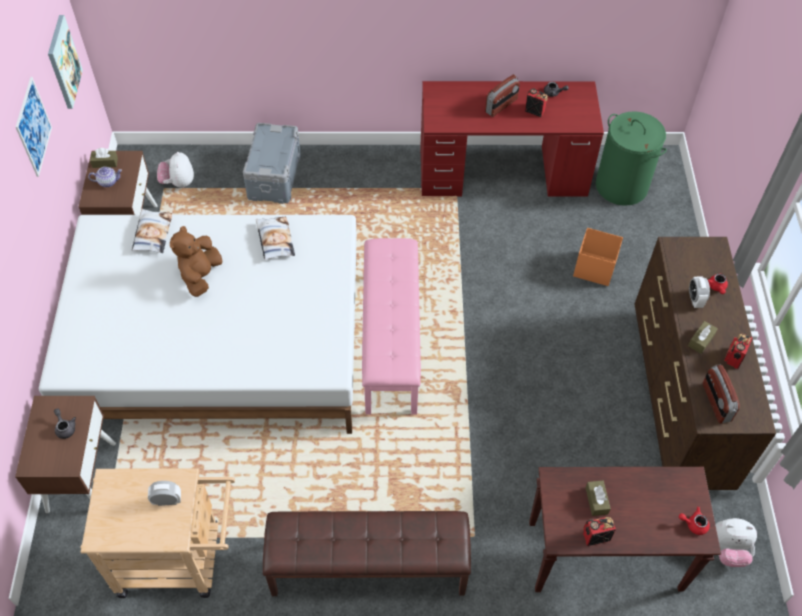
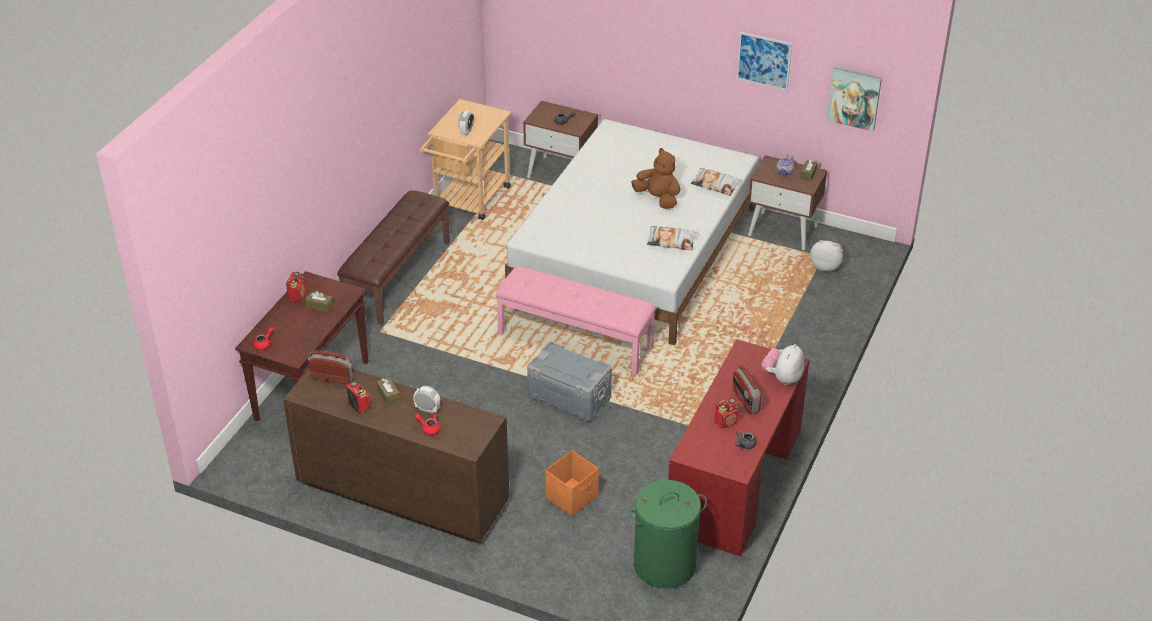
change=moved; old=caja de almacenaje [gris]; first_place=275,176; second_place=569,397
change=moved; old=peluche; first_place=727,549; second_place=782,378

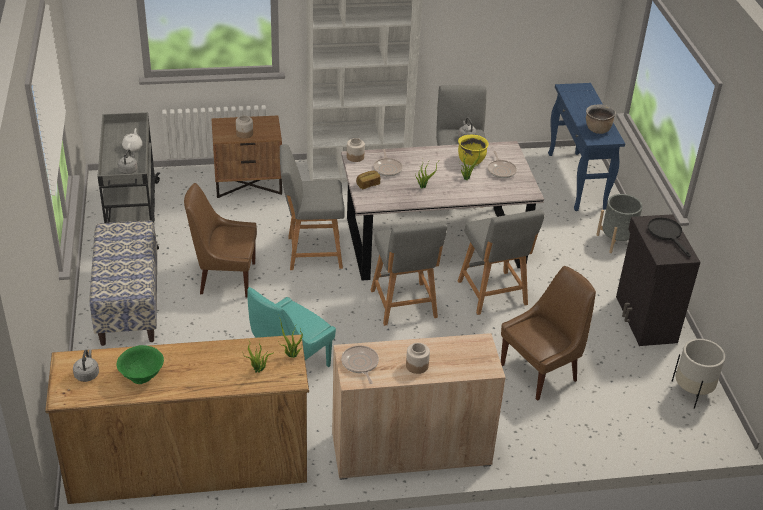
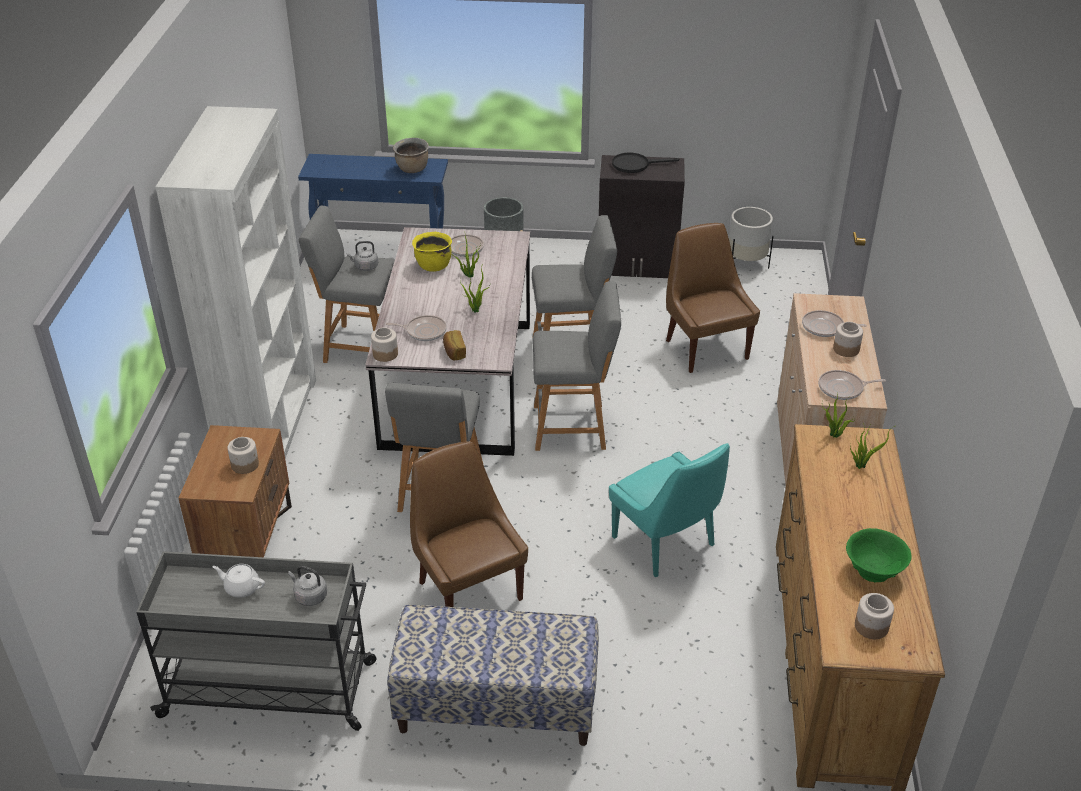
change=replaced; old=hervidor [gris]; new=tarro; first_place=87,374; second_place=871,626
change=turned; old=silla [marrón]; first_place=225,278; second_place=468,588; degrees=135
change=added; new=sartén; second_place=825,327

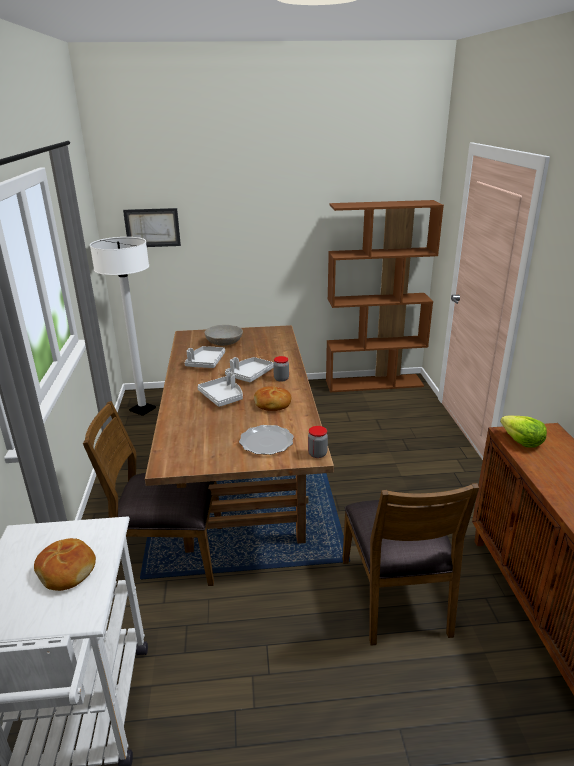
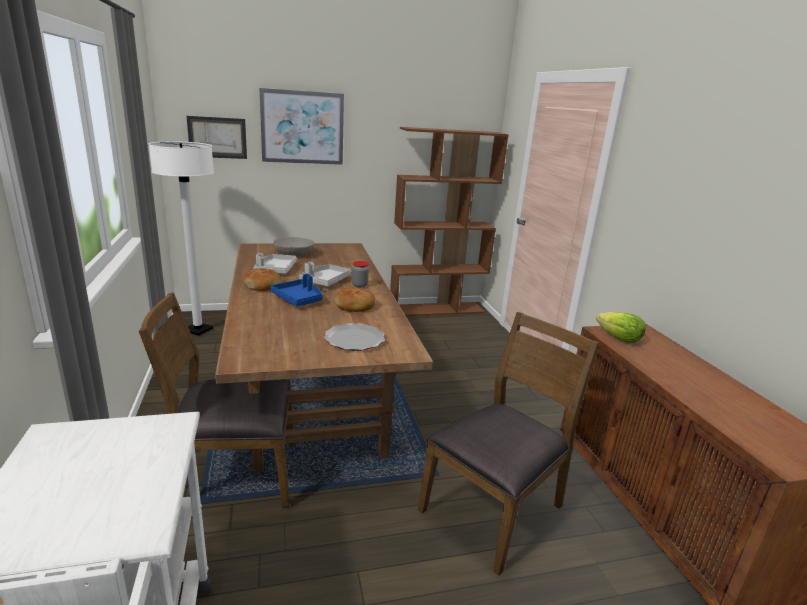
change=moved; old=pan; first_place=67,570; second_place=262,285
change=recoloured; old=bandeja [gris]; new=bandeja [azul]; first_place=222,397; second_place=299,299
change=removed; old=tarro; first_place=317,454
change=turned; old=silla [marrón]; first_place=396,596; second_place=494,509; degrees=-120
change=added; new=cuadro; second_place=302,127

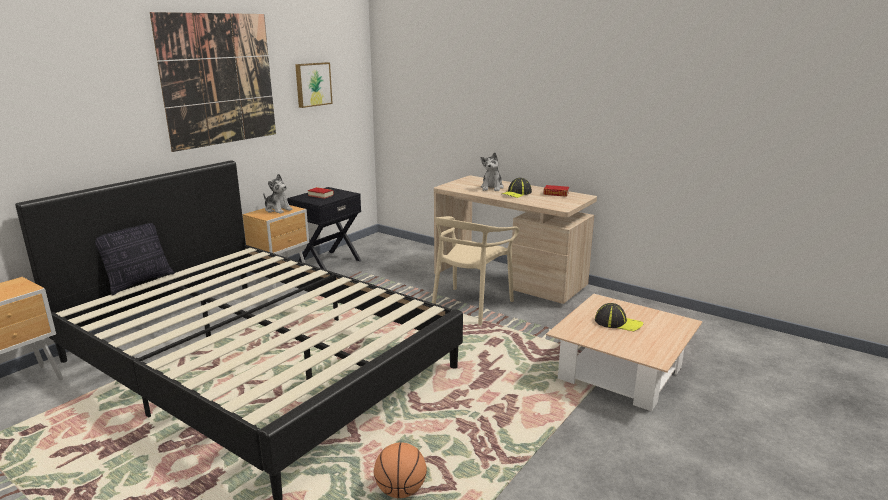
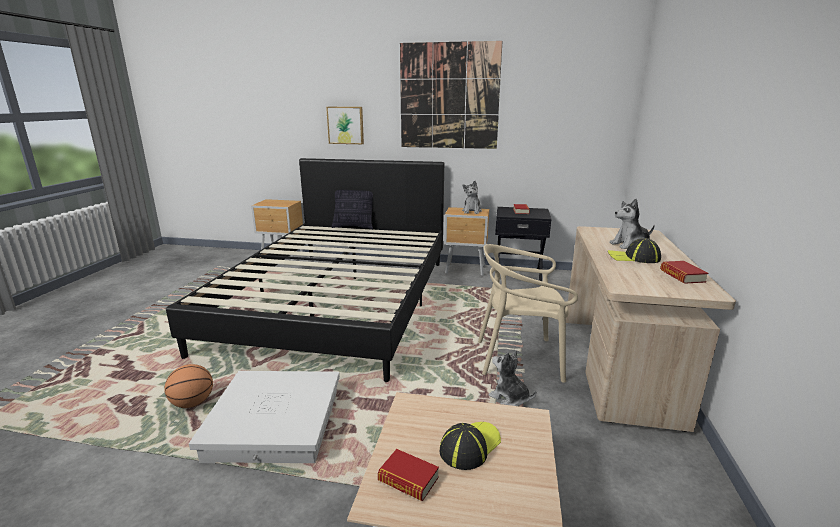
change=moved; old=cuadro; first_place=312,84; second_place=346,125
change=turned; old=gorra; first_place=618,323; second_place=469,446; degrees=-135
change=added; new=caja de almacenaje [blanco]; second_place=276,424
change=added; new=libro; second_place=408,479
change=added; new=peluche; second_place=509,398

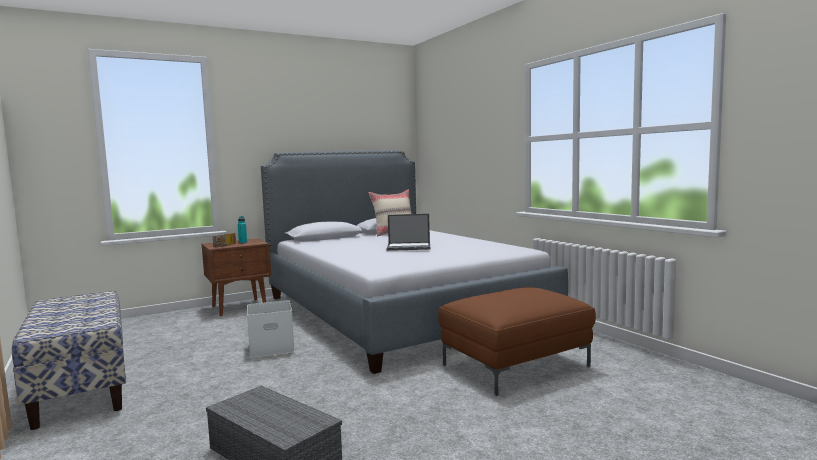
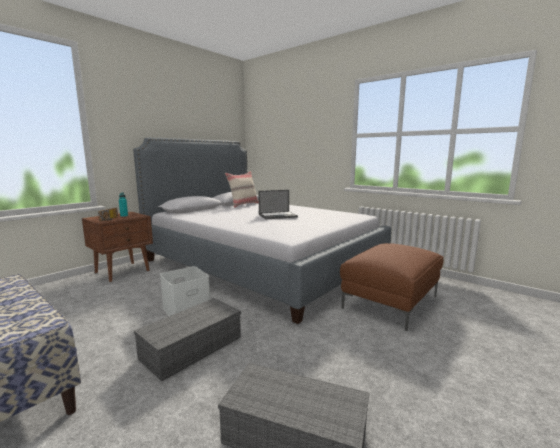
change=added; new=caja de almacenaje [gris]; second_place=192,346

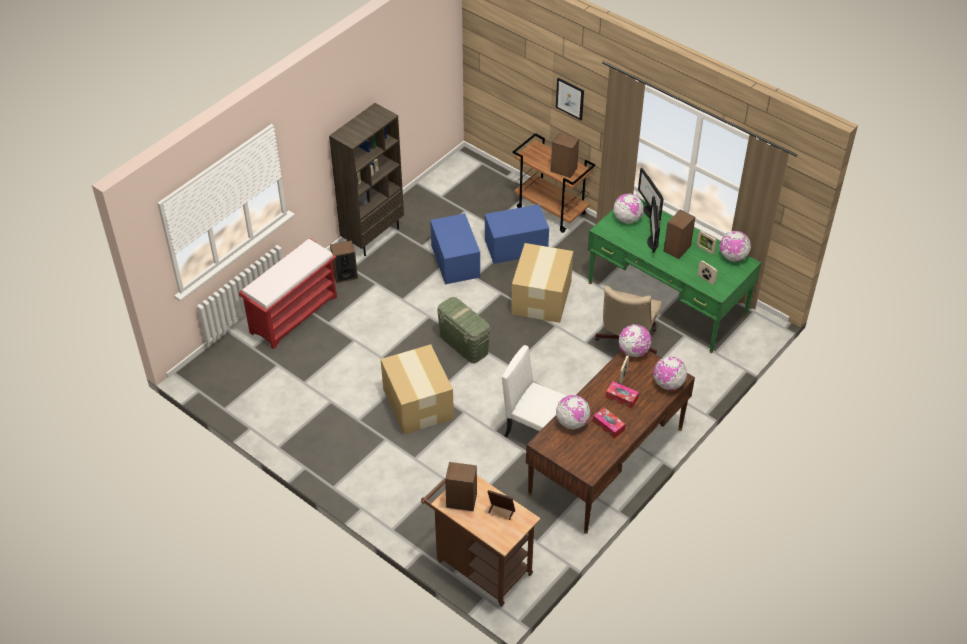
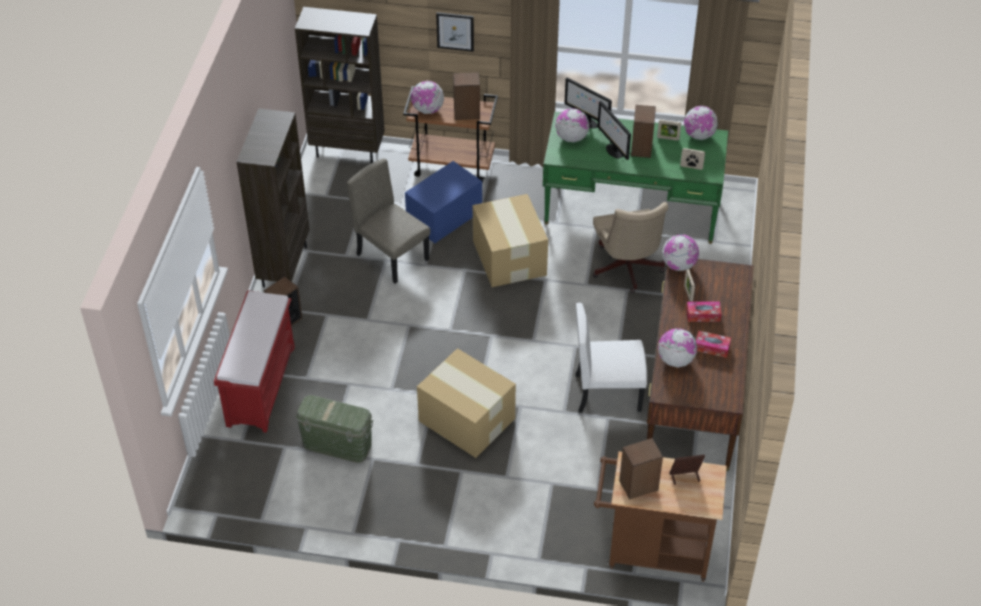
change=replaced; old=caja de almacenaje [azul]; new=silla [beis]; first_place=455,261; second_place=393,257
change=moved; old=caja de almacenaje [verde]; first_place=463,344; second_place=337,445
change=moved; old=globo terráqueo; first_place=668,384; second_place=427,110
change=added; new=estantería [marrón]; second_place=348,150

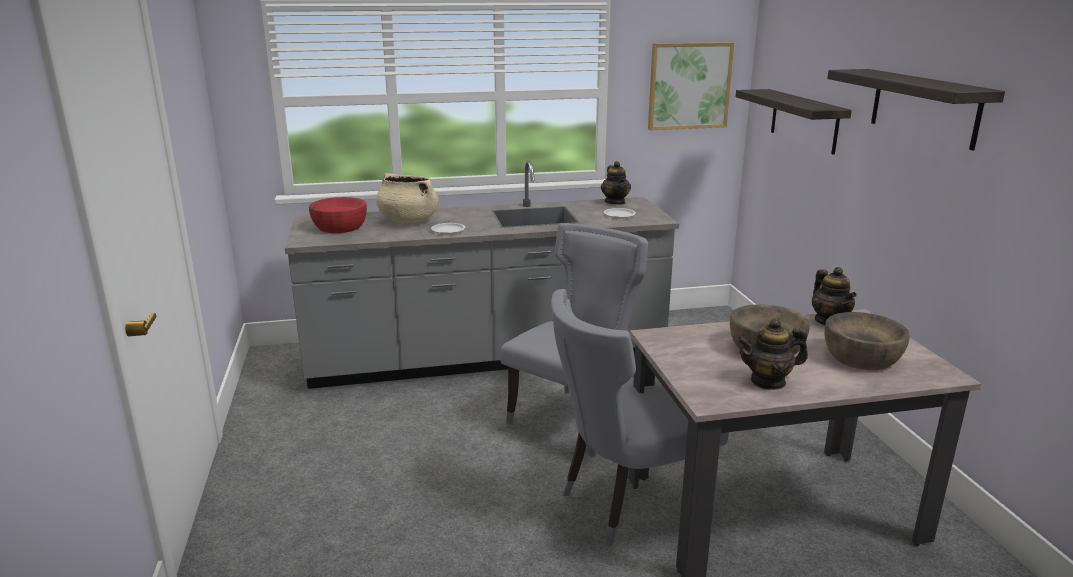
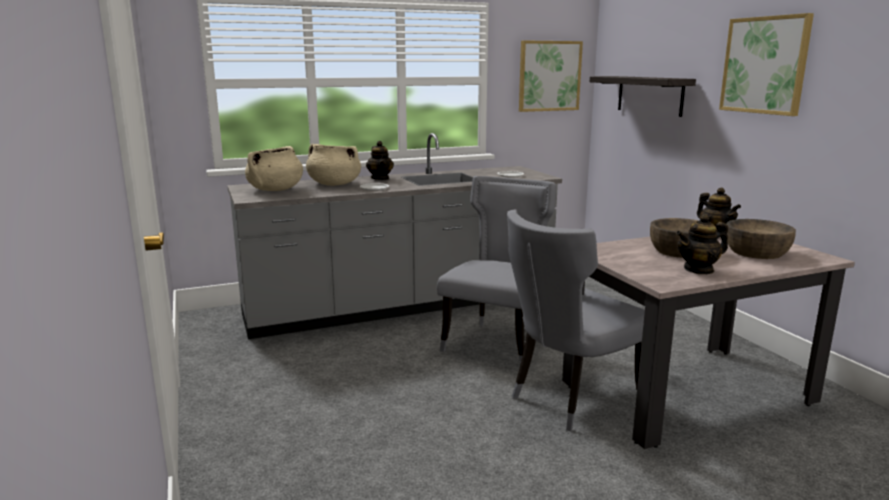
change=replaced; old=cuenco [rojo]; new=olla [beis]; first_place=340,227; second_place=275,190
change=moved; old=tetera; first_place=615,202; second_place=380,178
change=replaced; old=estante; new=cuadro; first_place=924,107; second_place=765,65

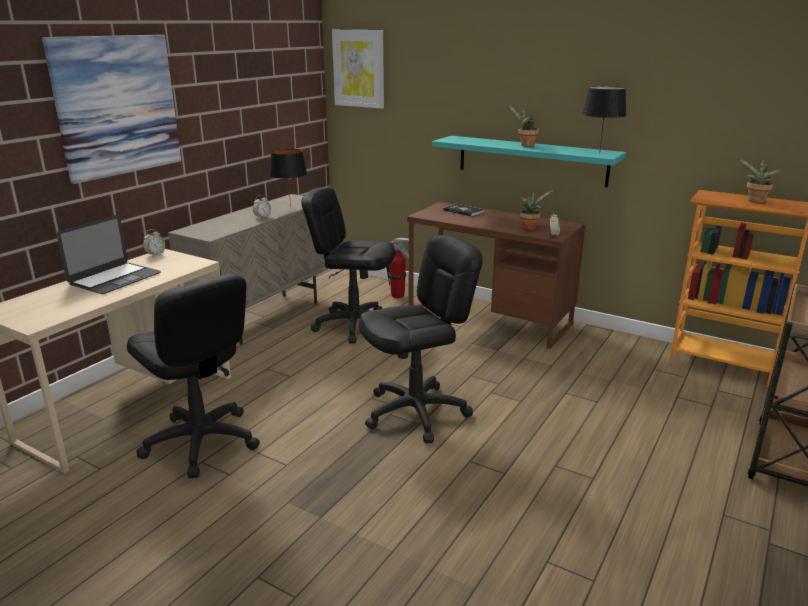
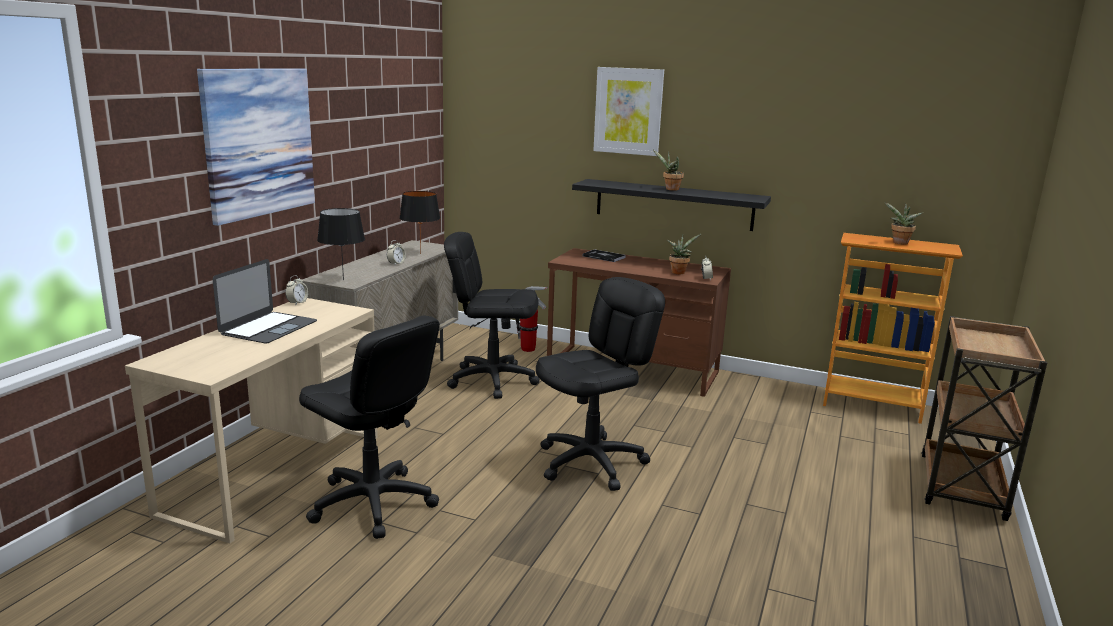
change=moved; old=cuadro; first_place=359,68; second_place=628,111
change=recoloured; old=estante [turquesa]; new=estante [negro]; first_place=531,160; second_place=673,204
change=moved; old=lámpara de mesa [negro]; first_place=599,153; second_place=343,280

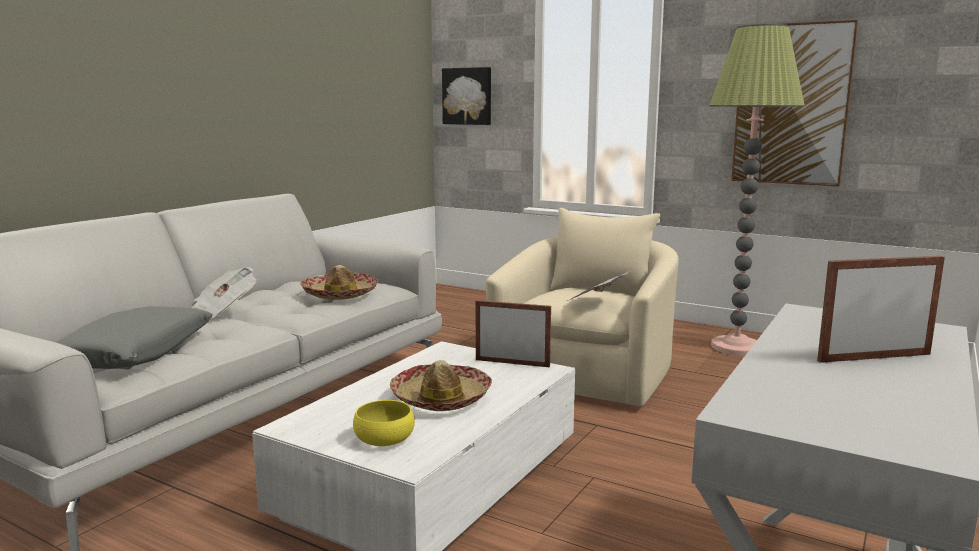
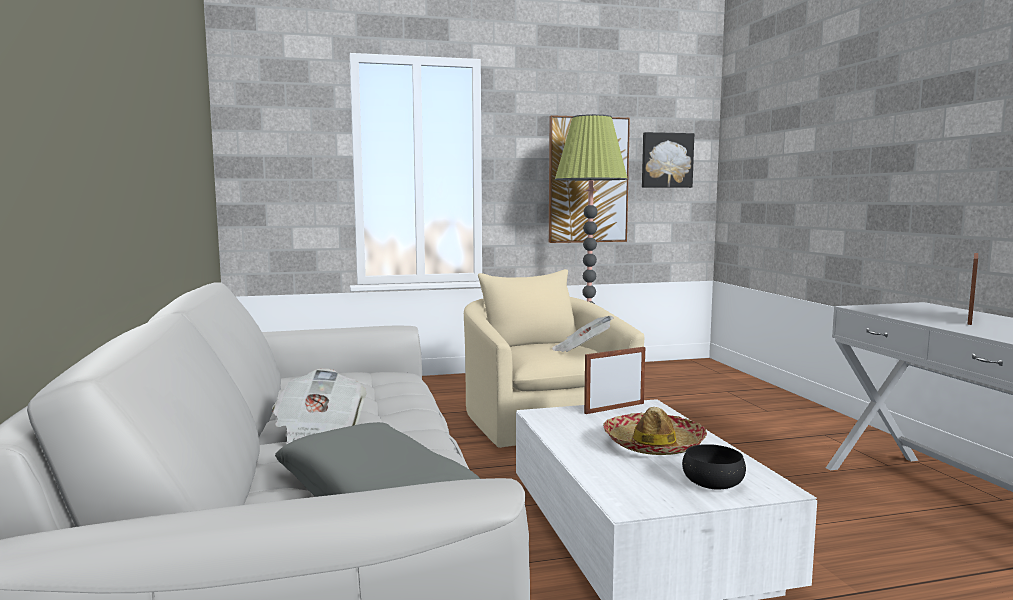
change=removed; old=sombrero; first_place=340,294
change=recoloured; old=cuenco [amarillo]; new=cuenco [negro]; first_place=384,439; second_place=712,483
change=moved; old=cuadro; first_place=467,96; second_place=666,160

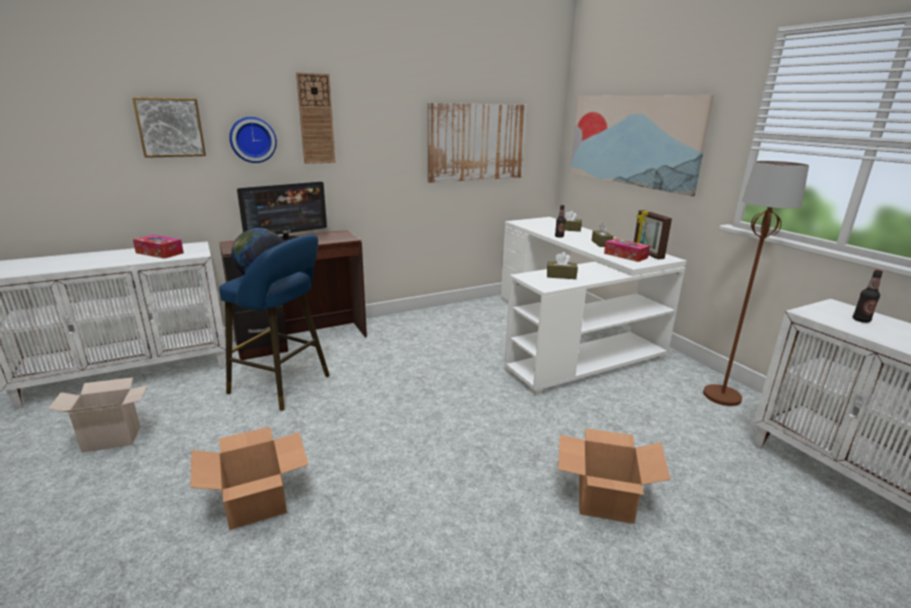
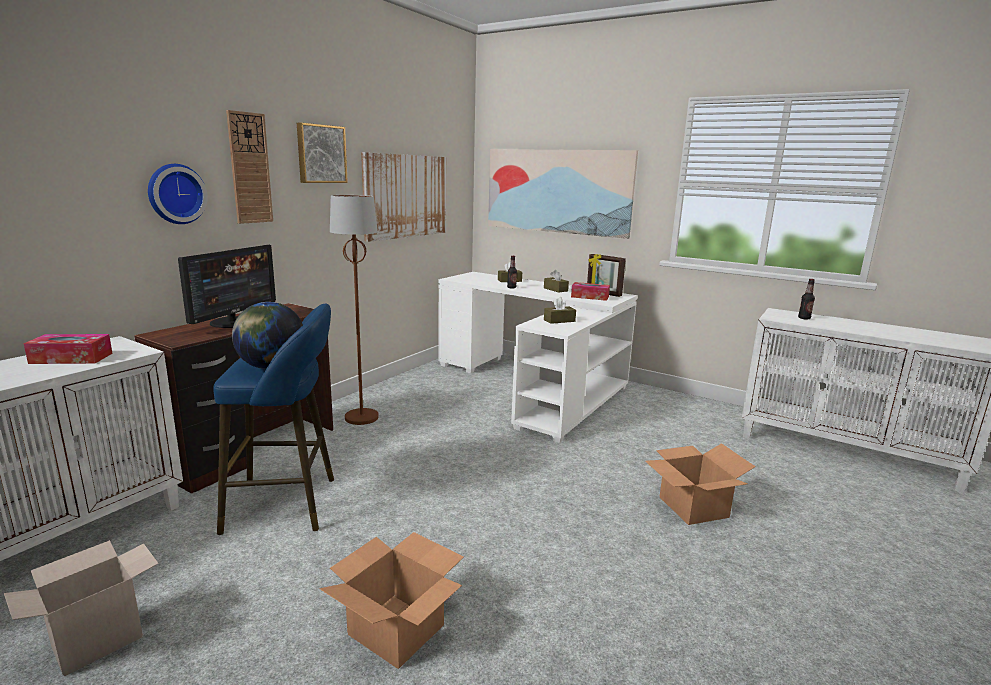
change=moved; old=cuadro; first_place=170,127; second_place=321,154
change=moved; old=lámpara de pie [marrón]; first_place=721,396; second_place=361,417

